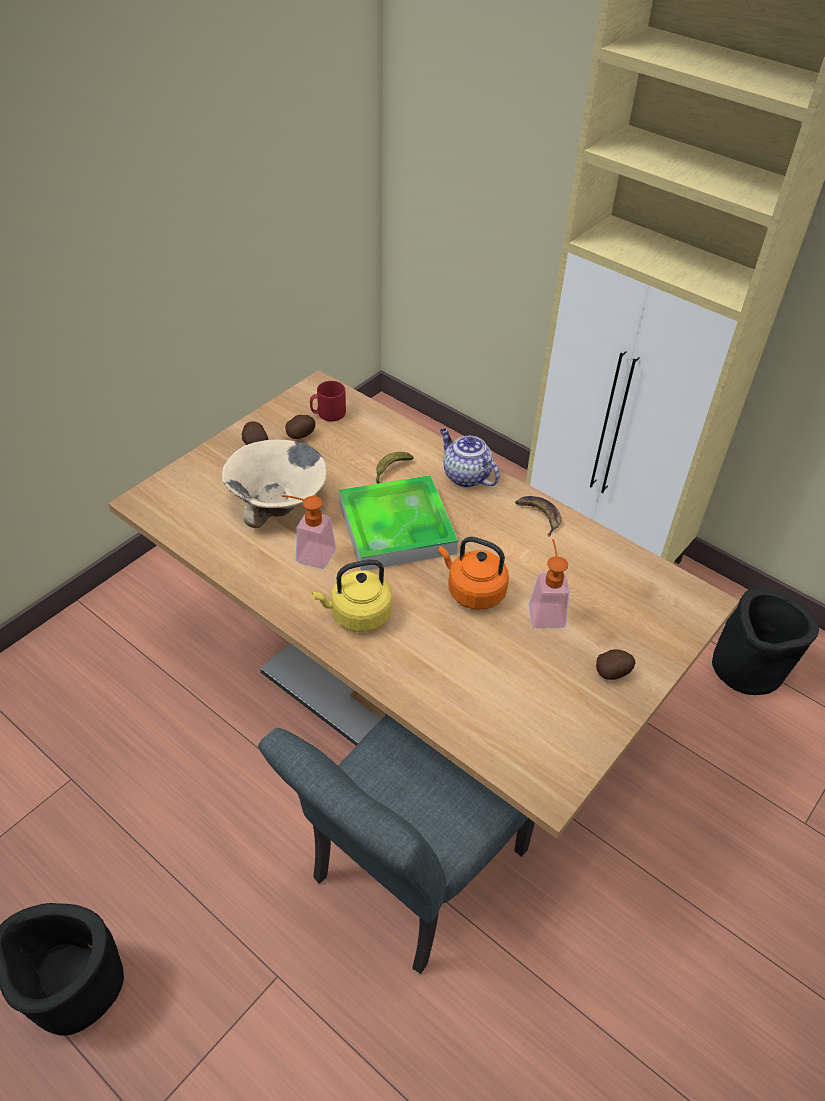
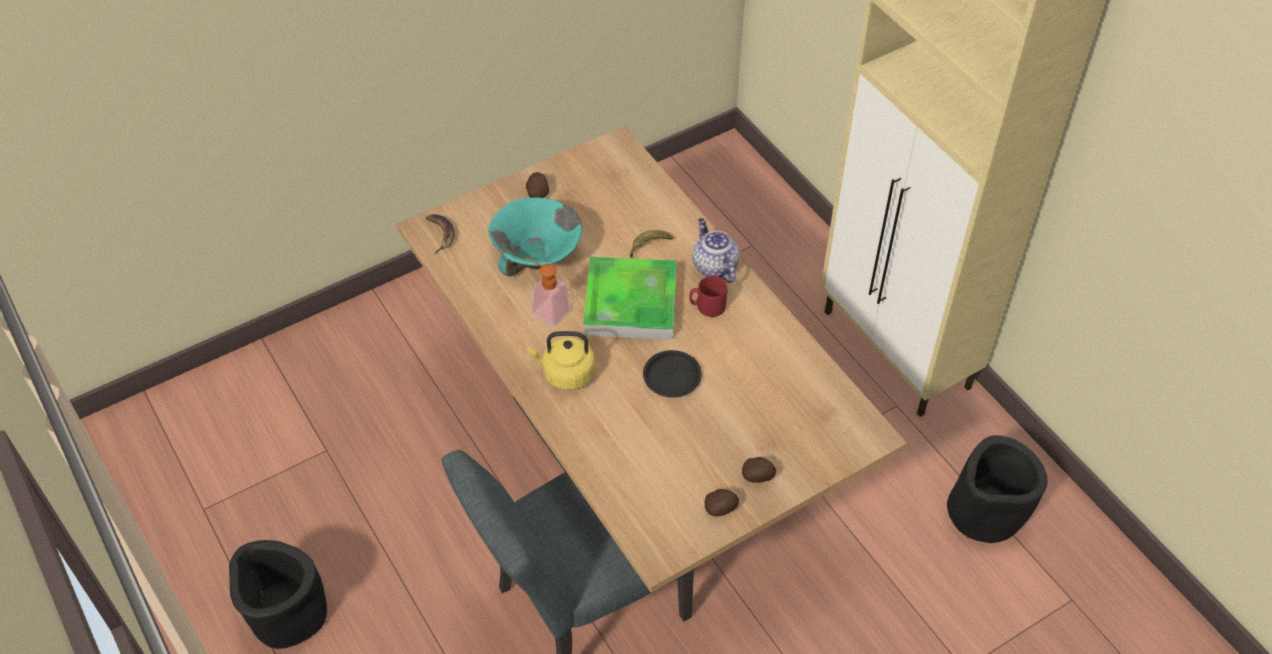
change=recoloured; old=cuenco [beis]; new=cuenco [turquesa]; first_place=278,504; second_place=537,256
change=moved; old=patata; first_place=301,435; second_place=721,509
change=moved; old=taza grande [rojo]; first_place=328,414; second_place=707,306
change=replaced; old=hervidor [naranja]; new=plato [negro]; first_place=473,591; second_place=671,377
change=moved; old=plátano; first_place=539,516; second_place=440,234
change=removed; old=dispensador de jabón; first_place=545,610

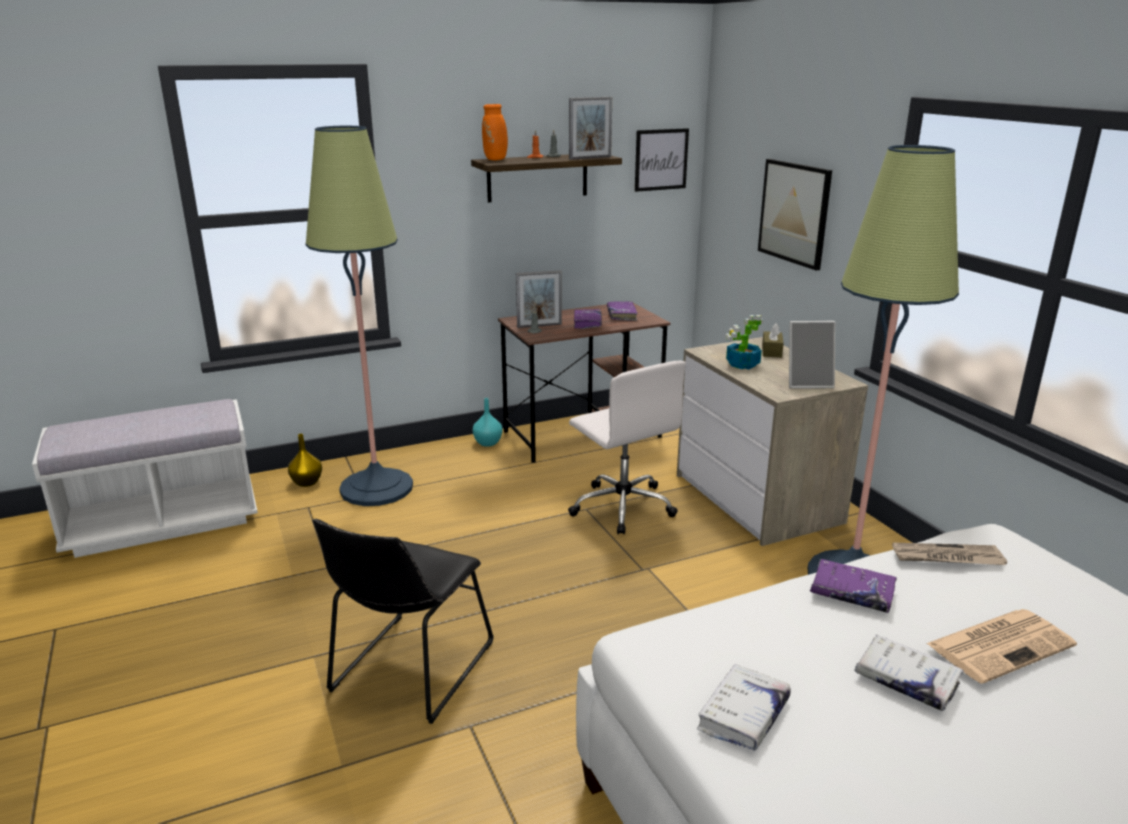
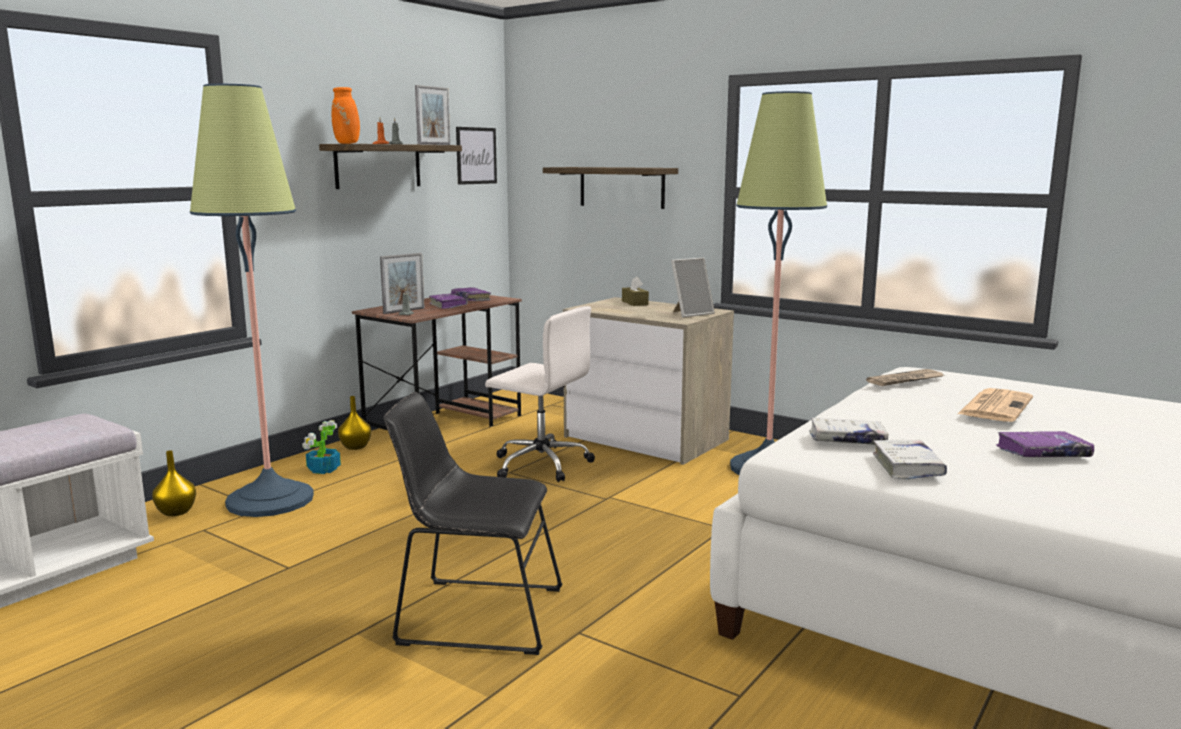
change=turned; old=silla [negro]; first_place=409,671; second_place=474,615; degrees=105
change=recoloured; old=florero [turquesa]; new=florero [amarillo]; first_place=488,443; second_place=355,446
change=moved; old=planta en maceta; first_place=742,365; second_place=323,470
change=replaced; old=cuadro; new=estante; first_place=794,213; second_place=621,187
change=moved; old=libro [morado]; first_place=851,593; second_place=1042,453
change=moved; old=libro [blanco]; first_place=906,680; second_place=846,440

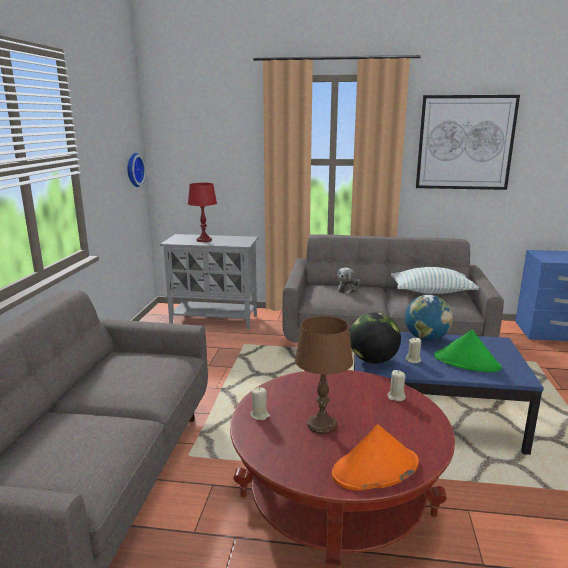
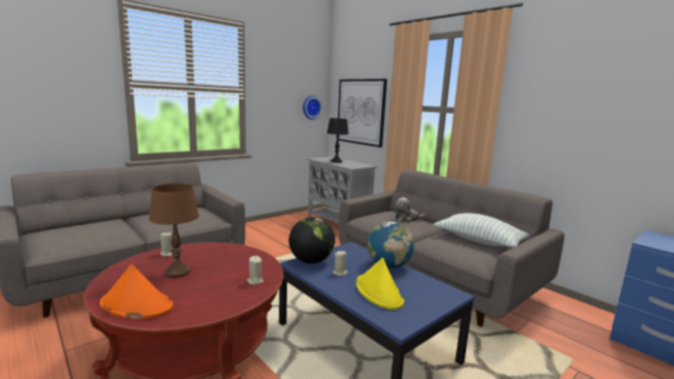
change=recoloured; old=lámpara de mesa [rojo]; new=lámpara de mesa [negro]; first_place=204,240; second_place=336,161
change=moved; old=cuadro; first_place=465,143; second_place=360,112
change=recoloured; old=sombrero [verde]; new=sombrero [amarillo]; first_place=467,362; second_place=379,292

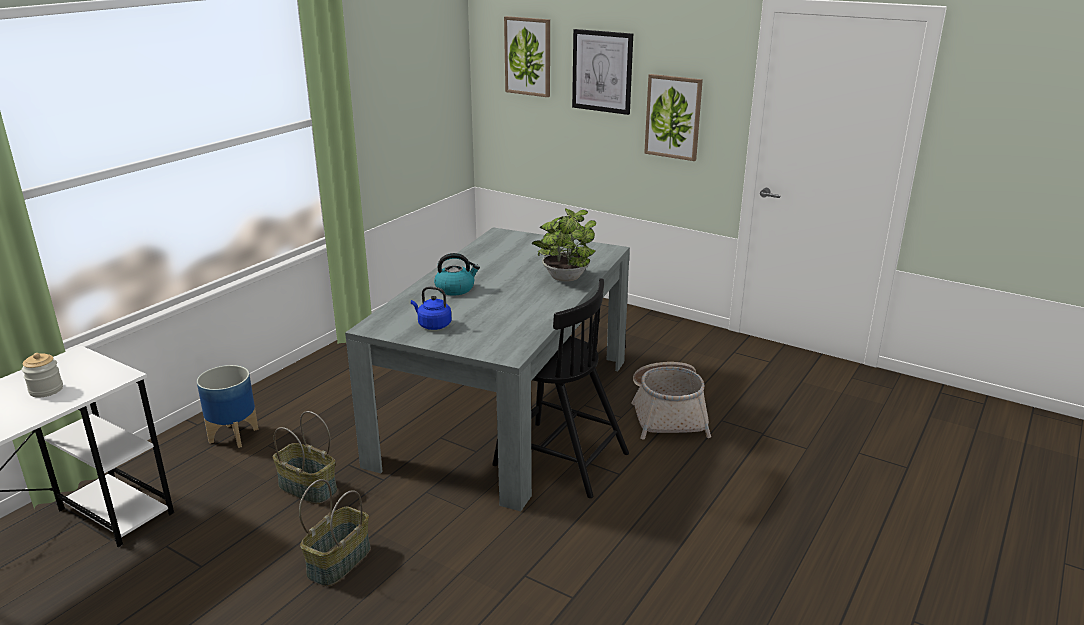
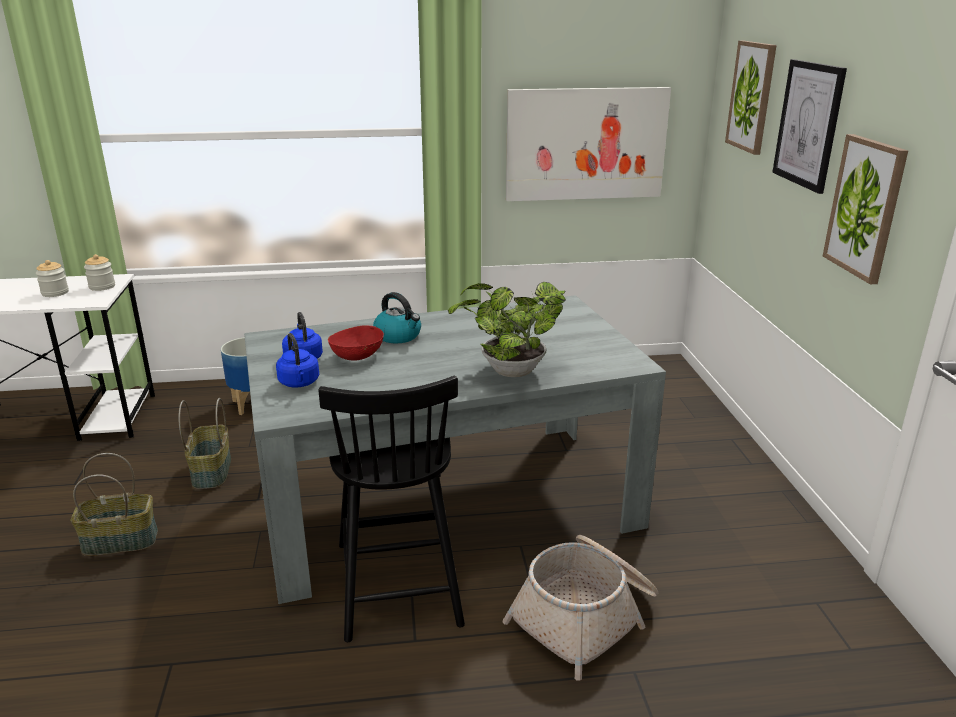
change=added; new=tarro; second_place=102,287
change=added; new=hervidor [azul]; second_place=299,383
change=added; new=cuenco [rojo]; second_place=357,356
change=added; new=cuadro; second_place=585,144

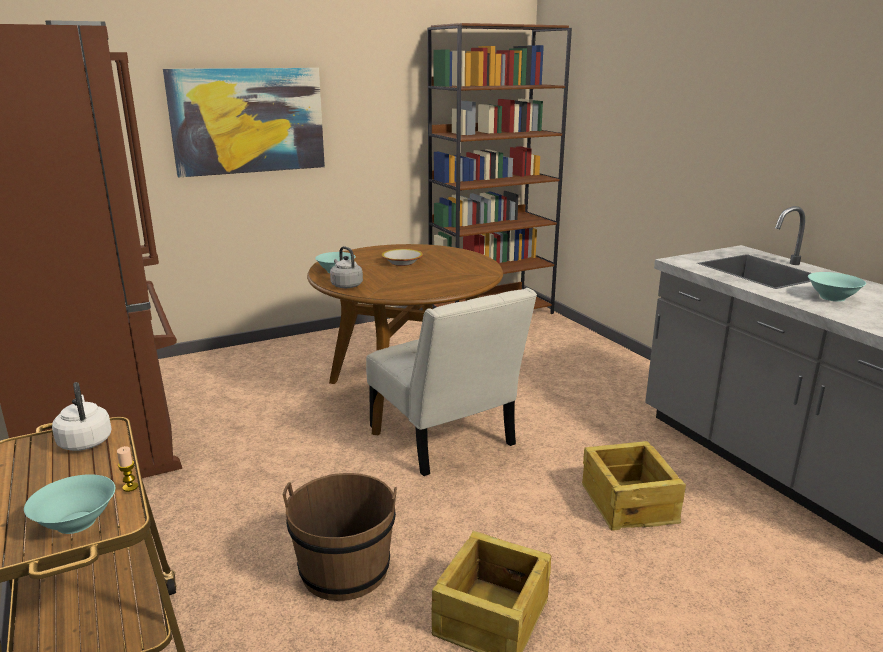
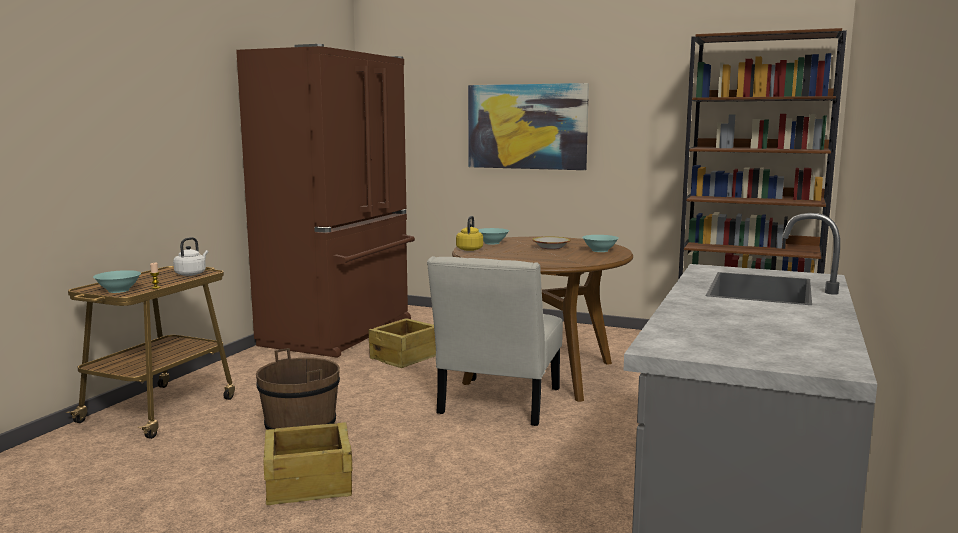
change=recoloured; old=hervidor [gris]; new=hervidor [amarillo]; first_place=346,285; second_place=470,249
change=moved; old=caja de embalaje; first_place=629,502; second_place=405,357
change=moved; old=cuenco [turquesa]; first_place=832,297; second_place=599,250

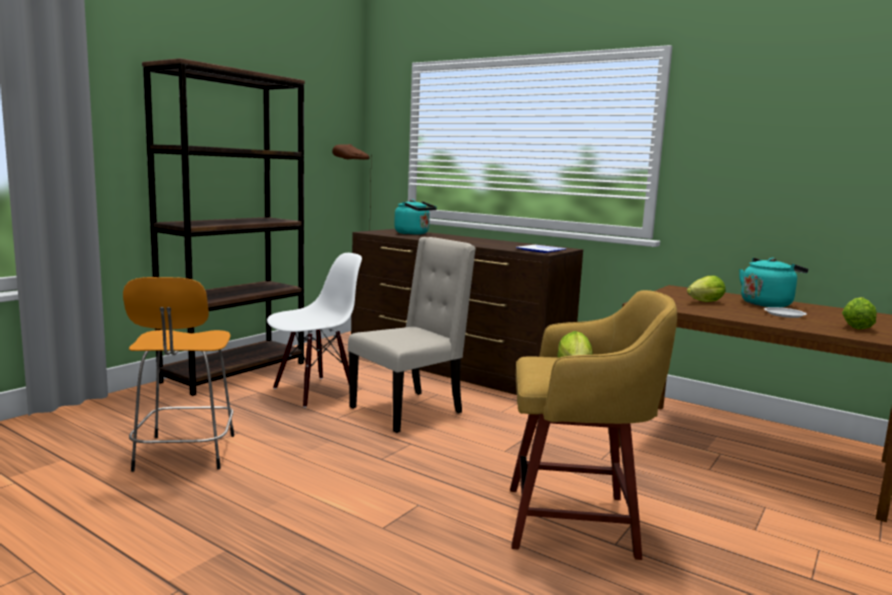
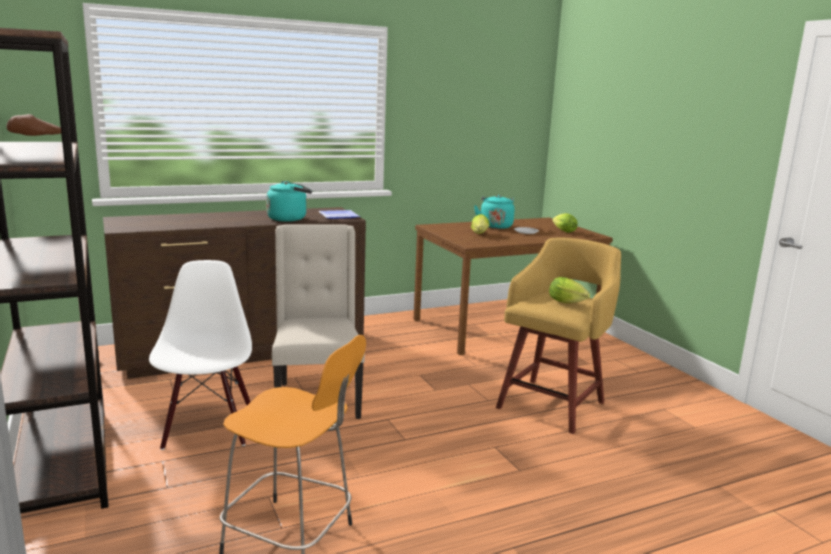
change=moved; old=hervidor [turquesa]; first_place=414,233; second_place=289,219

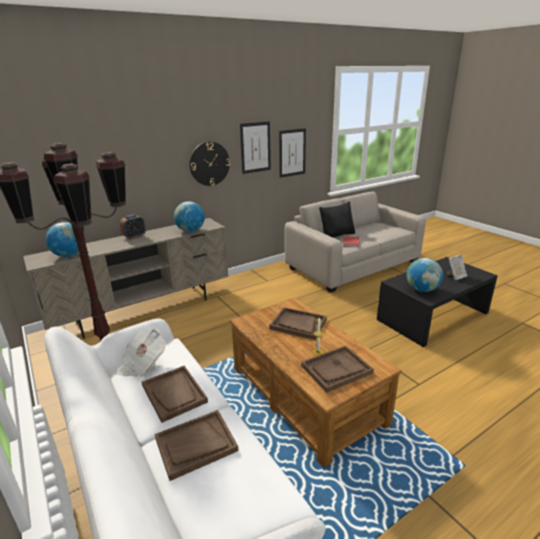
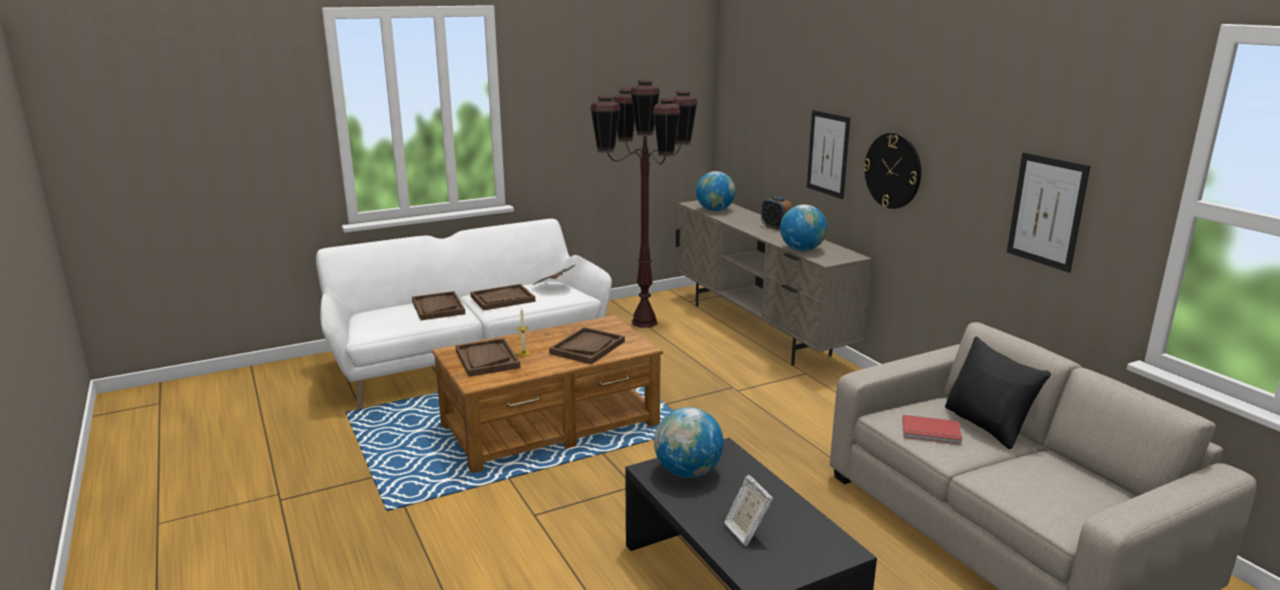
change=moved; old=cuadro; first_place=255,147; second_place=828,154

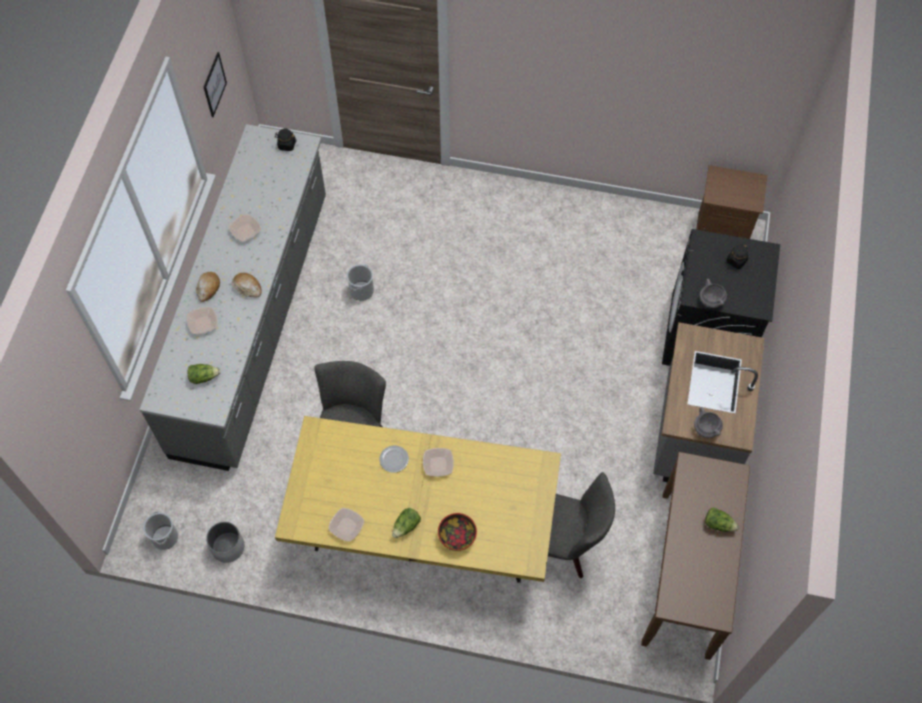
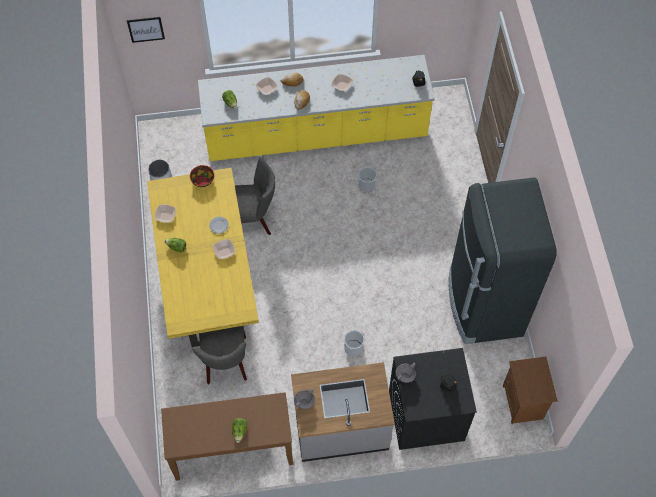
change=recoloured; old=mueble bajo de cocina [gris]; new=mueble bajo de cocina [amarillo]; first_place=253,323; second_place=316,134
change=moved; old=cubo; first_place=165,537; second_place=353,348
change=moved; old=cuadro; first_place=214,84; second_place=146,29
change=moved; old=cuenco; first_place=457,536; second_place=202,180
change=added; new=nevera [negro]; second_place=484,305

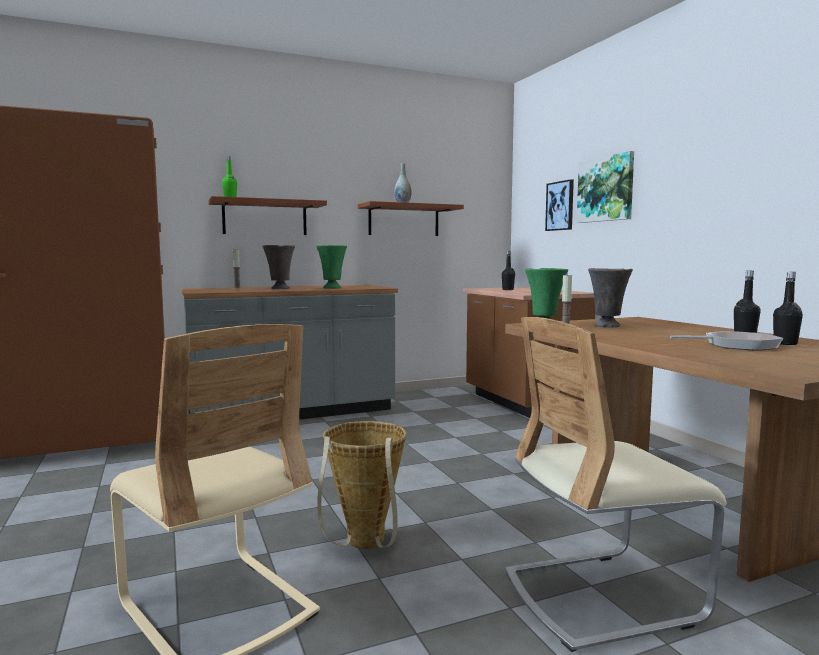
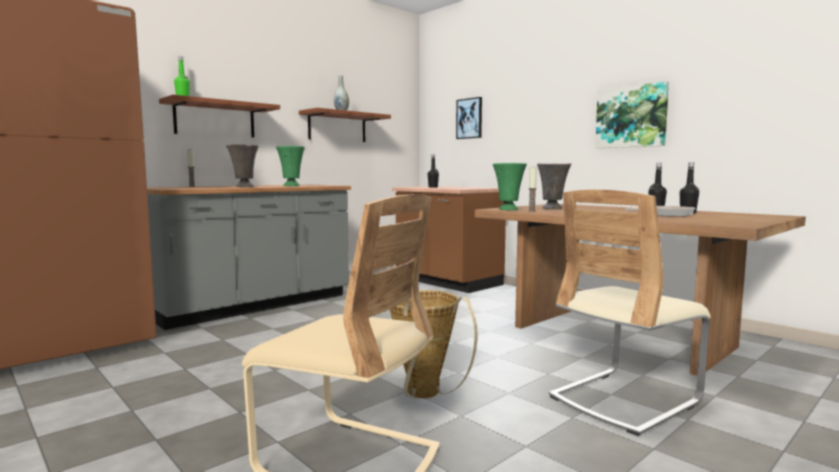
change=moved; old=cuadro; first_place=606,189; second_place=631,117

